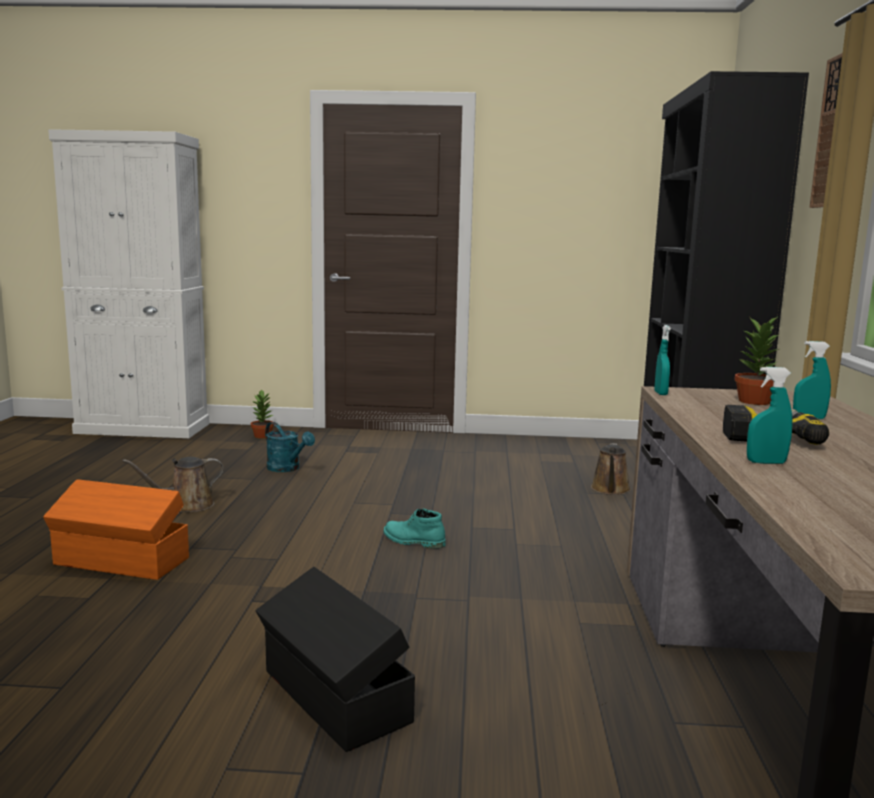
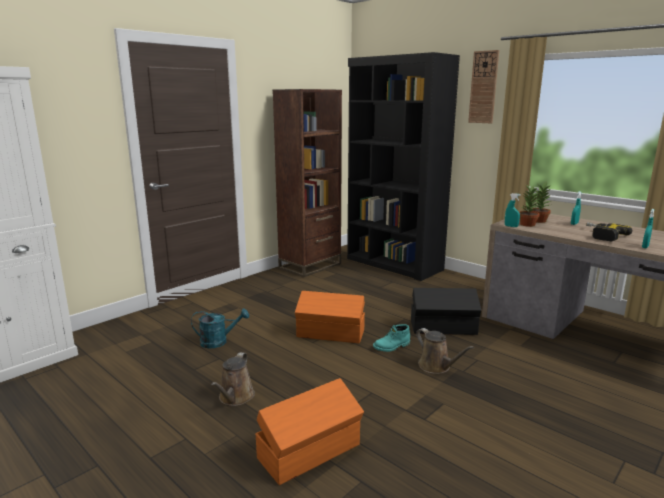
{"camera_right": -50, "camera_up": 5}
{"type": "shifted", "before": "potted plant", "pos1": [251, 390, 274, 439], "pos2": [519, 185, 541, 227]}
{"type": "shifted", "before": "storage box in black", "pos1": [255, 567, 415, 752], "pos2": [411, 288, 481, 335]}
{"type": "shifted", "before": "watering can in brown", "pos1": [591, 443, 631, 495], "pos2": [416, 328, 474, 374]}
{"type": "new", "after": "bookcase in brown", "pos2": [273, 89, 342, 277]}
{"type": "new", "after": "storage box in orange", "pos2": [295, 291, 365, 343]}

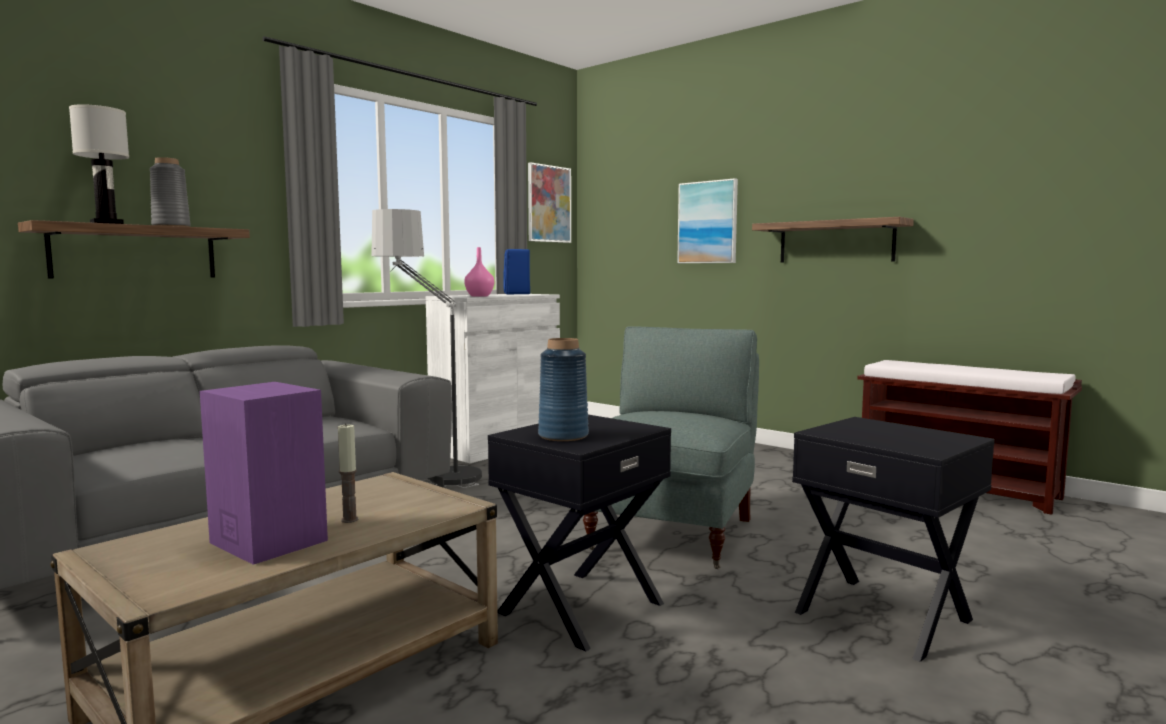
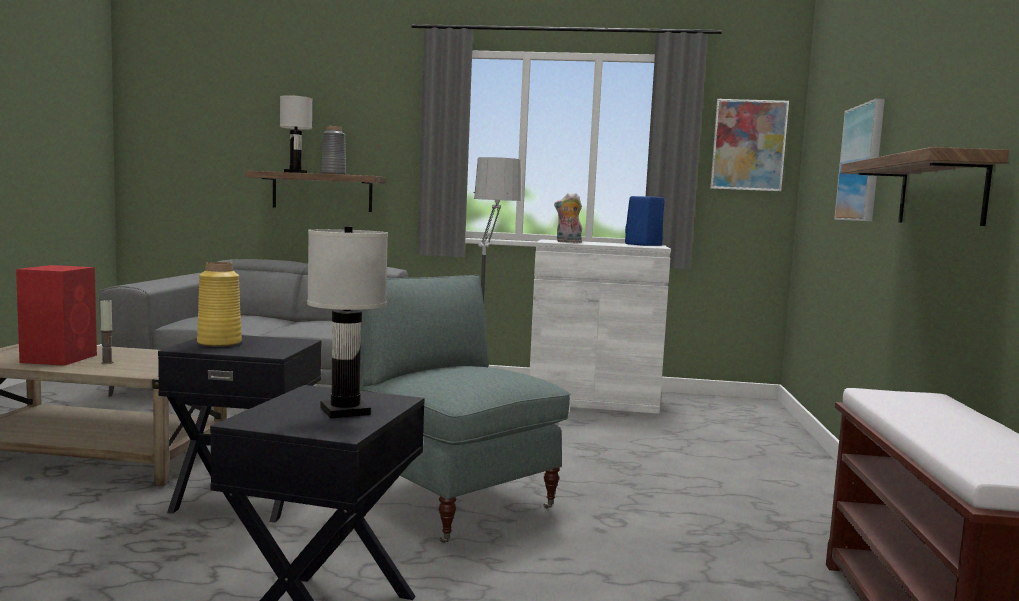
{"camera_right": 55, "camera_up": 0}
{"type": "repainted", "before": "speaker in purple", "after": "speaker in red", "pos1": [200, 382, 328, 565], "pos2": [16, 265, 97, 366]}
{"type": "swapped", "before": "vase in pink", "after": "plush toy", "pos1": [464, 247, 494, 297], "pos2": [554, 193, 582, 243]}
{"type": "repainted", "before": "vase in blue", "after": "vase in yellow", "pos1": [538, 338, 589, 441], "pos2": [197, 262, 242, 347]}
{"type": "rotated", "before": "armchair in grey", "pos1": [583, 327, 759, 569], "pos2": [360, 275, 570, 543], "turn": -120}
{"type": "new", "after": "table lamp in white", "pos2": [307, 226, 388, 418]}

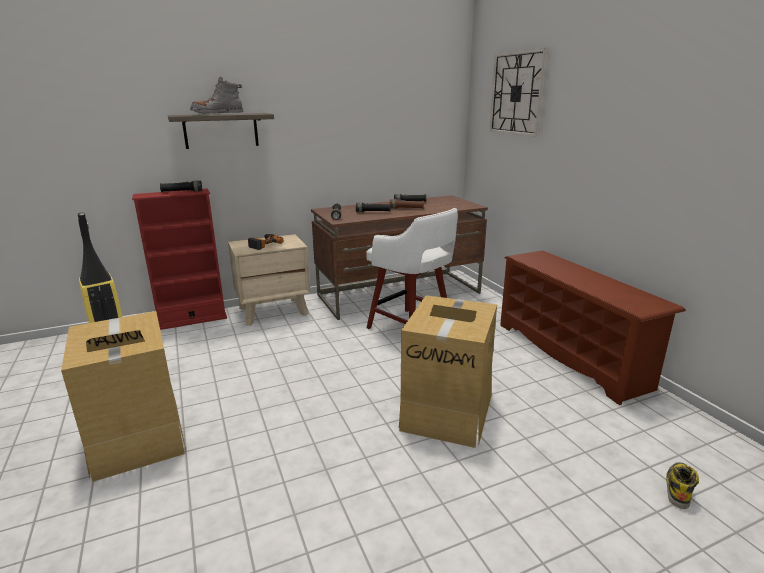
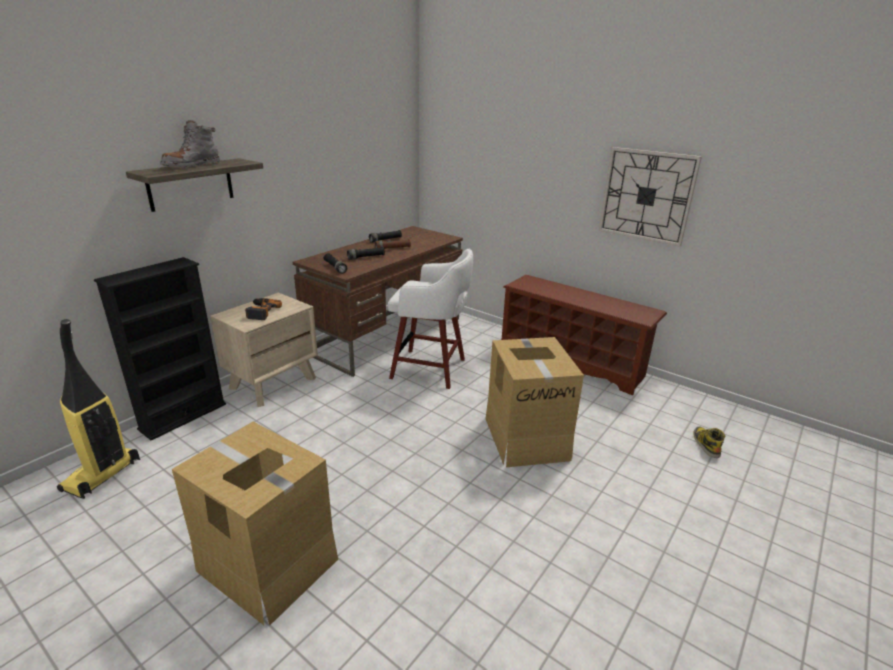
{"camera_right": -30, "camera_up": 5}
{"type": "repainted", "before": "bookcase in red", "after": "bookcase in black", "pos1": [132, 189, 227, 330], "pos2": [94, 257, 226, 440]}
{"type": "gone", "before": "flashlight in black", "pos1": [160, 180, 202, 192]}
{"type": "shifted", "before": "wall clock", "pos1": [489, 48, 548, 137], "pos2": [599, 147, 702, 247]}

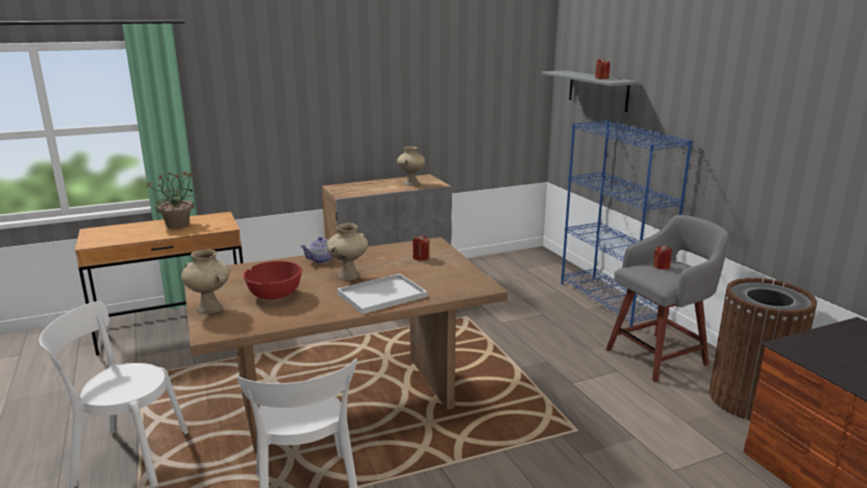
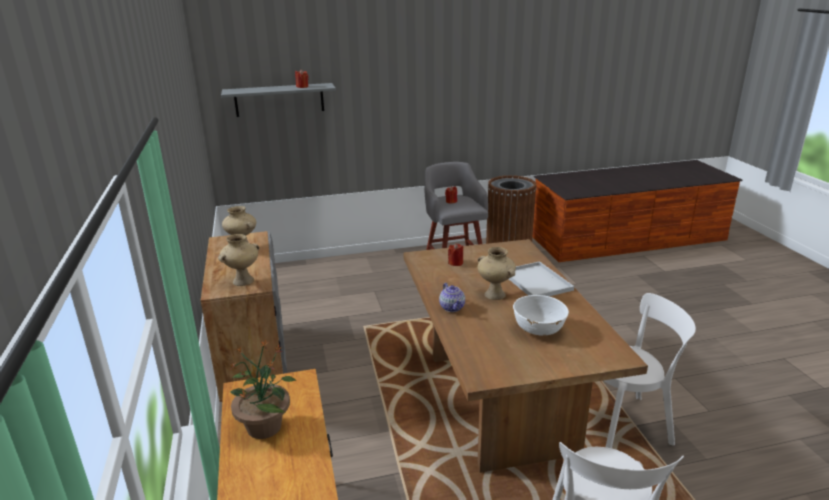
{"camera_right": -80, "camera_up": 5}
{"type": "shifted", "before": "vase in beige", "pos1": [181, 249, 230, 314], "pos2": [218, 234, 259, 286]}
{"type": "repainted", "before": "bowl in red", "after": "bowl in white", "pos1": [243, 261, 302, 299], "pos2": [513, 295, 569, 336]}
{"type": "gone", "before": "bookcase in blue", "pos1": [561, 120, 692, 327]}

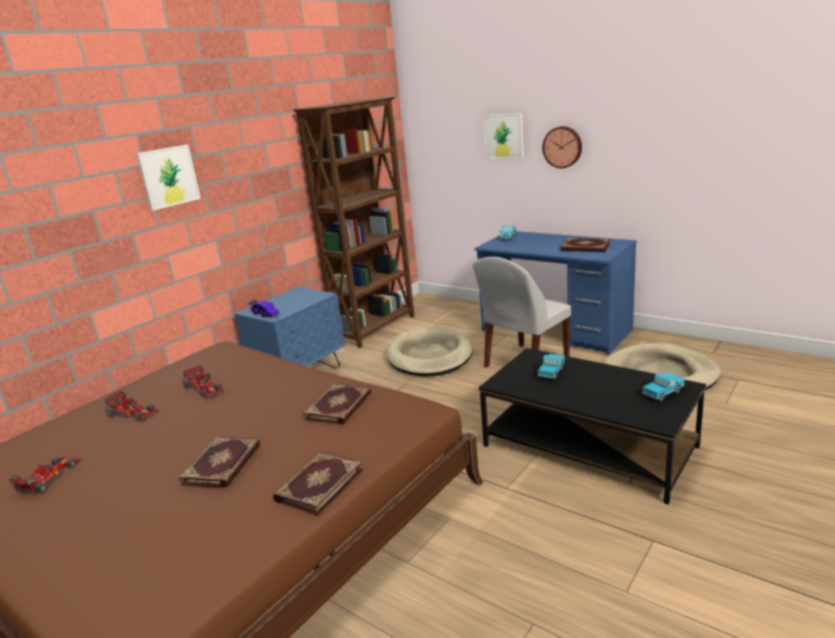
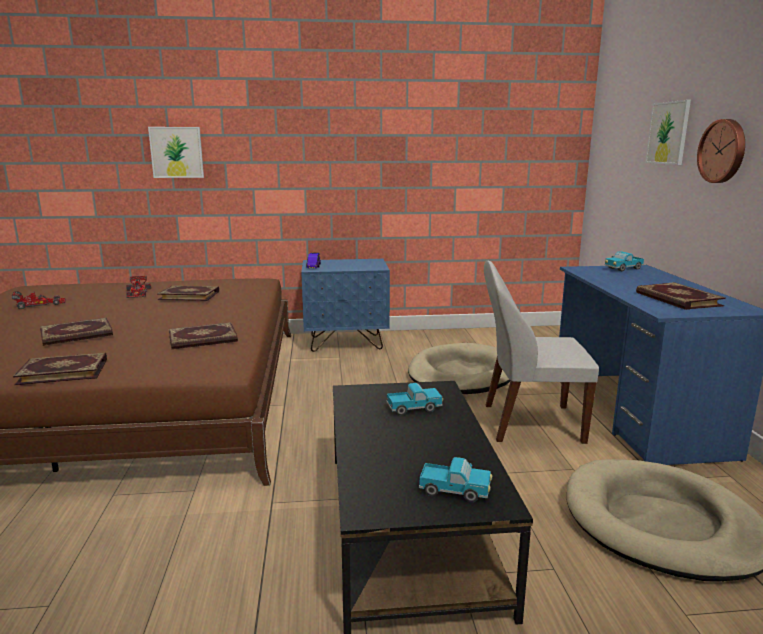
{"camera_right": 45, "camera_up": -5}
{"type": "shifted", "before": "picture", "pos1": [136, 145, 201, 211], "pos2": [148, 127, 204, 178]}
{"type": "swapped", "before": "toy car", "after": "book", "pos1": [183, 365, 225, 398], "pos2": [157, 286, 219, 301]}
{"type": "gone", "before": "bookcase in brown", "pos1": [293, 97, 415, 348]}

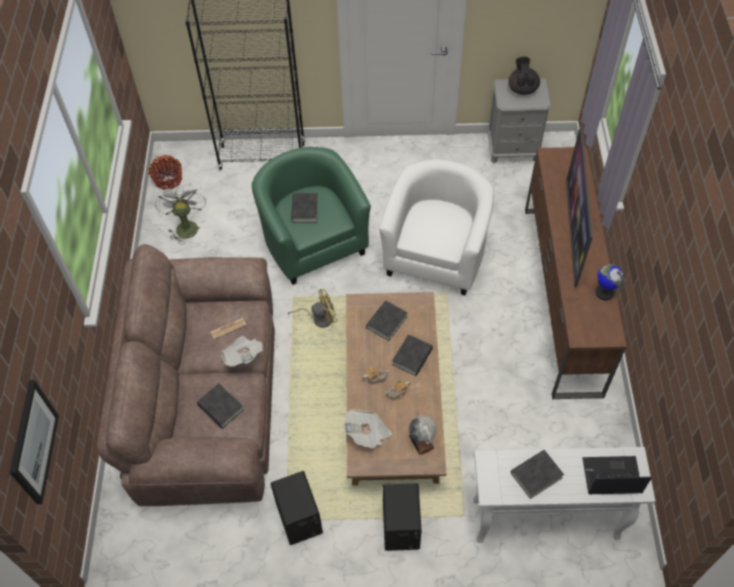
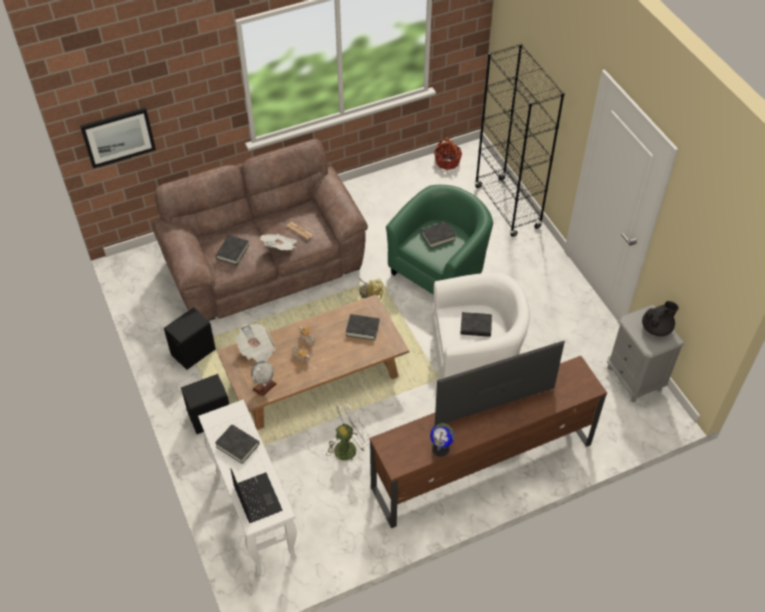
{"camera_right": 65, "camera_up": -5}
{"type": "shifted", "before": "fan in white", "pos1": [155, 183, 206, 243], "pos2": [326, 403, 370, 462]}
{"type": "shifted", "before": "book in black", "pos1": [392, 334, 433, 376], "pos2": [460, 312, 492, 337]}

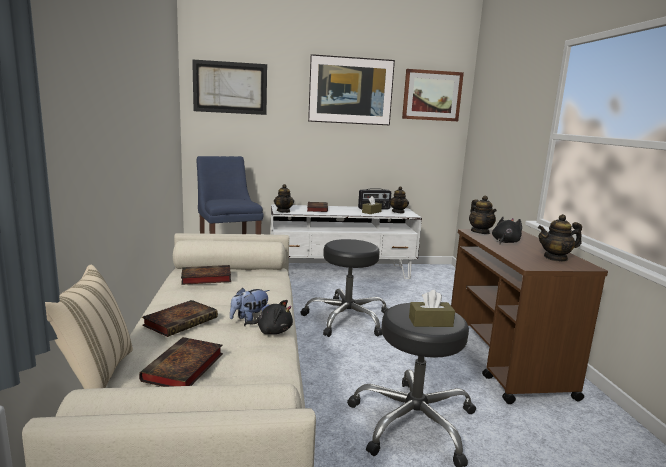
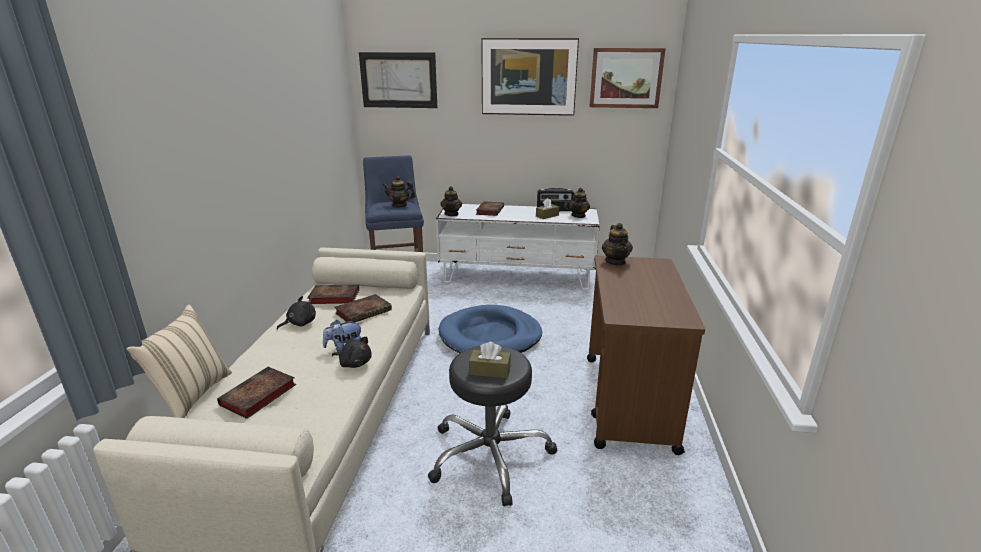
{"camera_right": 15, "camera_up": 10}
{"type": "shifted", "before": "book", "pos1": [142, 300, 218, 337], "pos2": [334, 294, 392, 322]}
{"type": "swapped", "before": "stool in black", "after": "dog bed in blue", "pos1": [300, 239, 388, 337], "pos2": [438, 305, 542, 353]}
{"type": "shifted", "before": "plush toy in black", "pos1": [492, 217, 522, 244], "pos2": [277, 296, 316, 330]}
{"type": "shifted", "before": "teapot", "pos1": [538, 214, 582, 262], "pos2": [383, 176, 416, 208]}

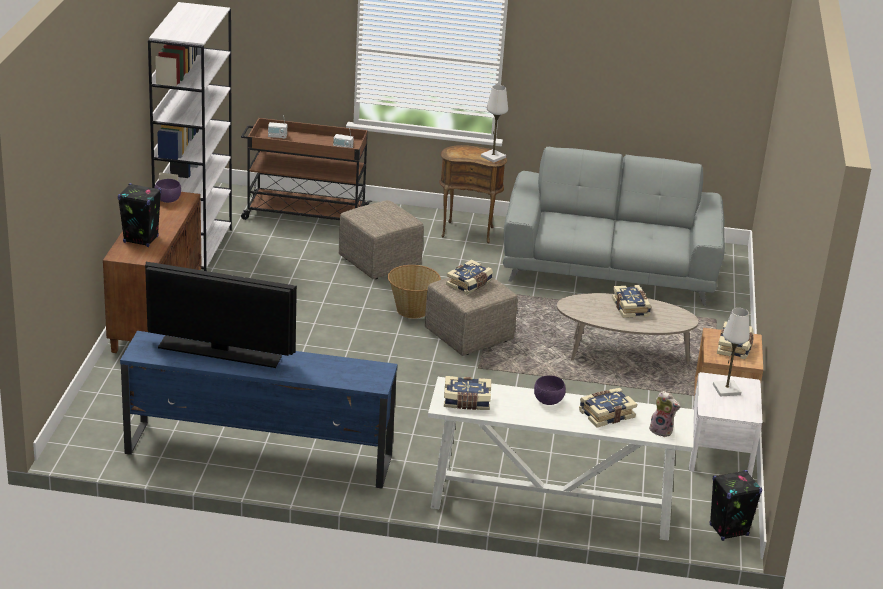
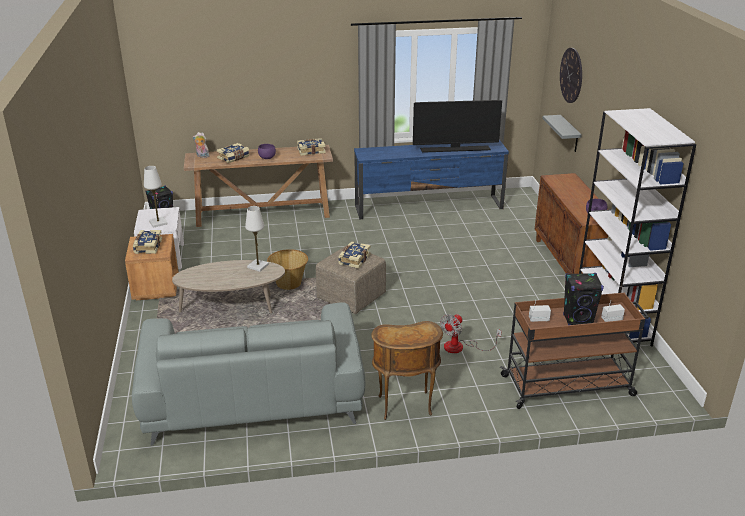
{"camera_right": 165, "camera_up": 0}
{"type": "shifted", "before": "speaker in black", "pos1": [118, 183, 161, 247], "pos2": [563, 273, 604, 325]}
{"type": "swapped", "before": "ottoman in beige", "after": "fan", "pos1": [339, 200, 424, 279], "pos2": [440, 314, 502, 353]}
{"type": "shifted", "before": "basket", "pos1": [388, 265, 441, 318], "pos2": [267, 249, 308, 290]}
{"type": "repainted", "before": "console table in white", "after": "console table in brown", "pos1": [428, 377, 694, 541], "pos2": [184, 145, 333, 227]}
{"type": "shifted", "before": "table lamp in white", "pos1": [481, 85, 508, 163], "pos2": [245, 206, 269, 272]}
{"type": "gone", "before": "book", "pos1": [612, 285, 652, 318]}
{"type": "new", "after": "shelf in grey", "pos2": [542, 115, 582, 152]}
{"type": "new", "after": "wall clock", "pos2": [560, 48, 582, 103]}

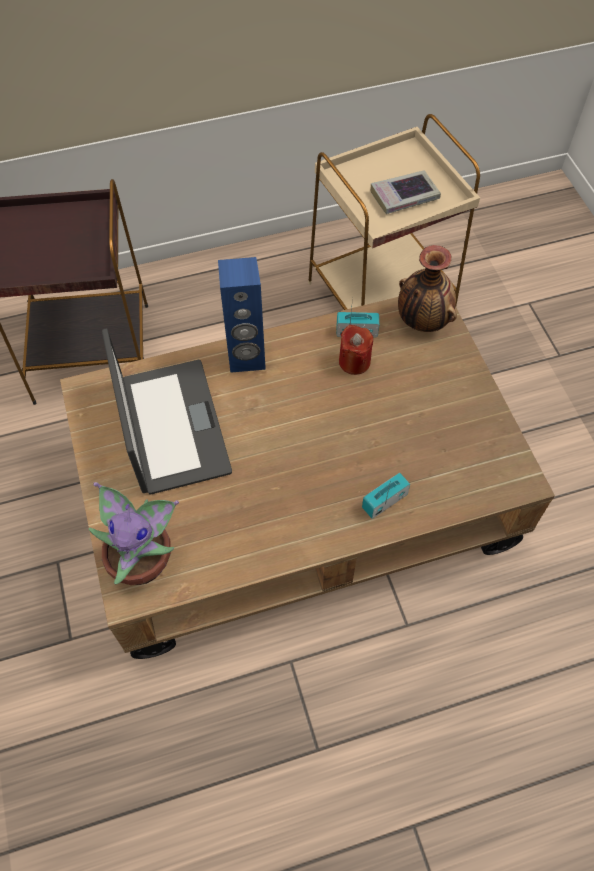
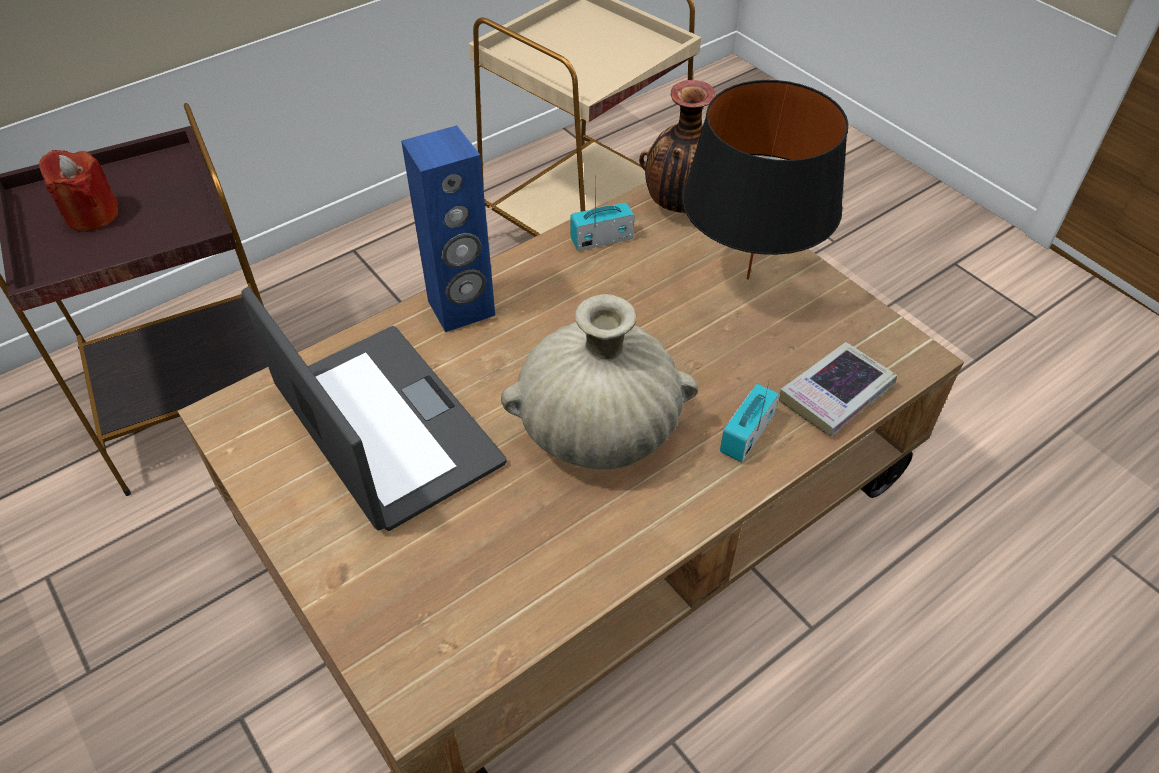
{"camera_right": -20, "camera_up": -10}
{"type": "gone", "before": "potted plant", "pos1": [89, 482, 179, 585]}
{"type": "shifted", "before": "candle in red", "pos1": [339, 325, 373, 375], "pos2": [39, 150, 118, 232]}
{"type": "shifted", "before": "book", "pos1": [370, 170, 441, 214], "pos2": [779, 342, 897, 436]}
{"type": "new", "after": "vase in beige", "pos2": [501, 294, 698, 469]}
{"type": "new", "after": "table lamp in black", "pos2": [682, 80, 848, 280]}

